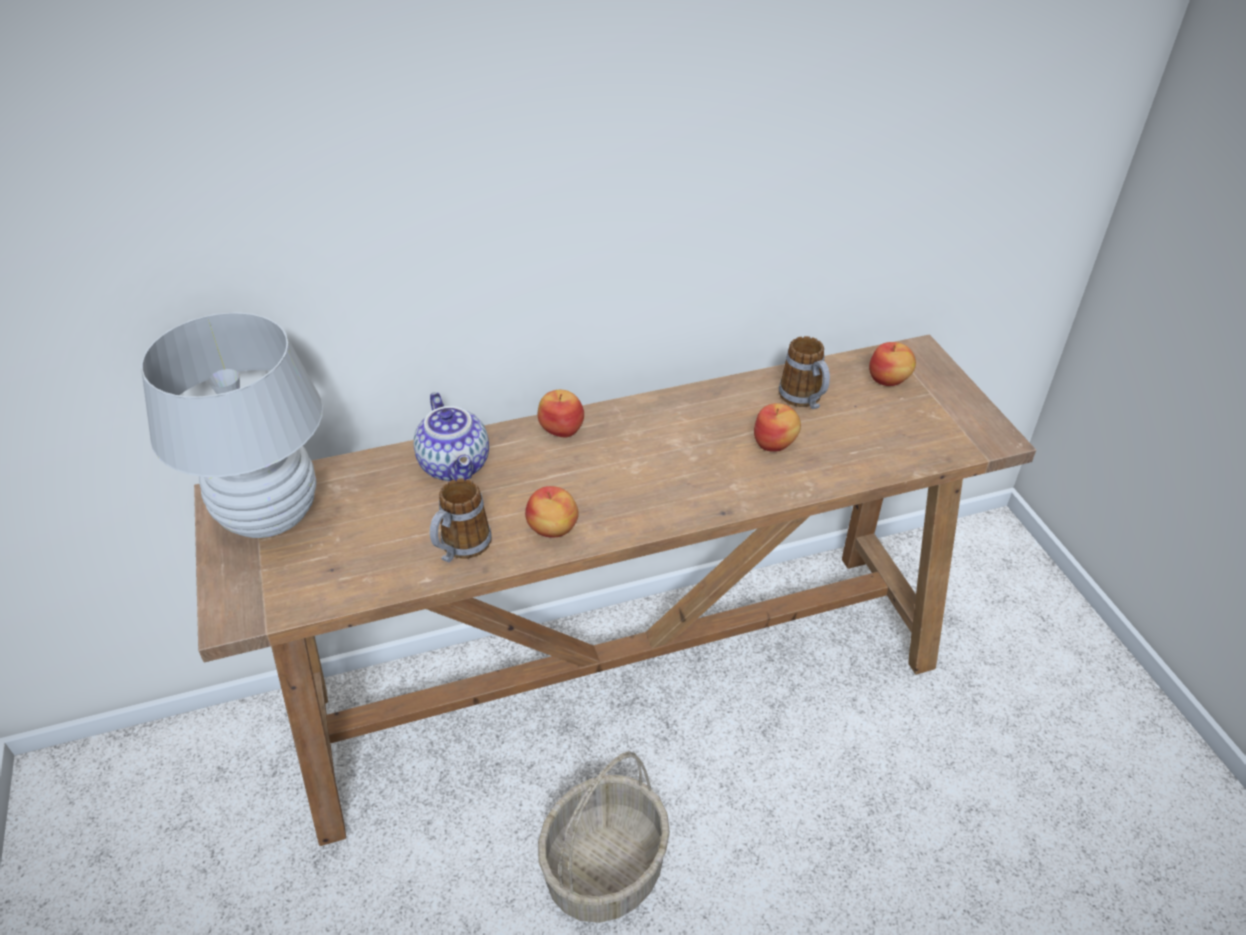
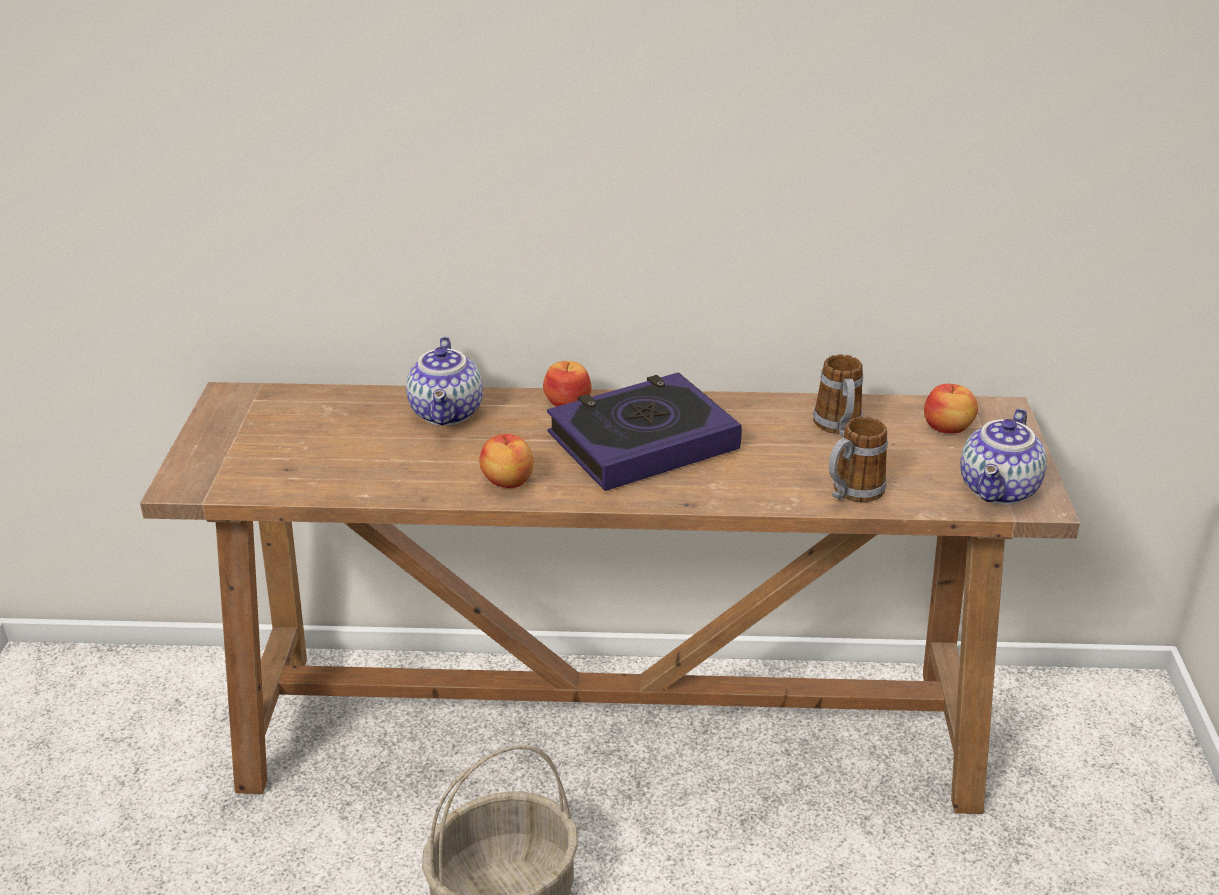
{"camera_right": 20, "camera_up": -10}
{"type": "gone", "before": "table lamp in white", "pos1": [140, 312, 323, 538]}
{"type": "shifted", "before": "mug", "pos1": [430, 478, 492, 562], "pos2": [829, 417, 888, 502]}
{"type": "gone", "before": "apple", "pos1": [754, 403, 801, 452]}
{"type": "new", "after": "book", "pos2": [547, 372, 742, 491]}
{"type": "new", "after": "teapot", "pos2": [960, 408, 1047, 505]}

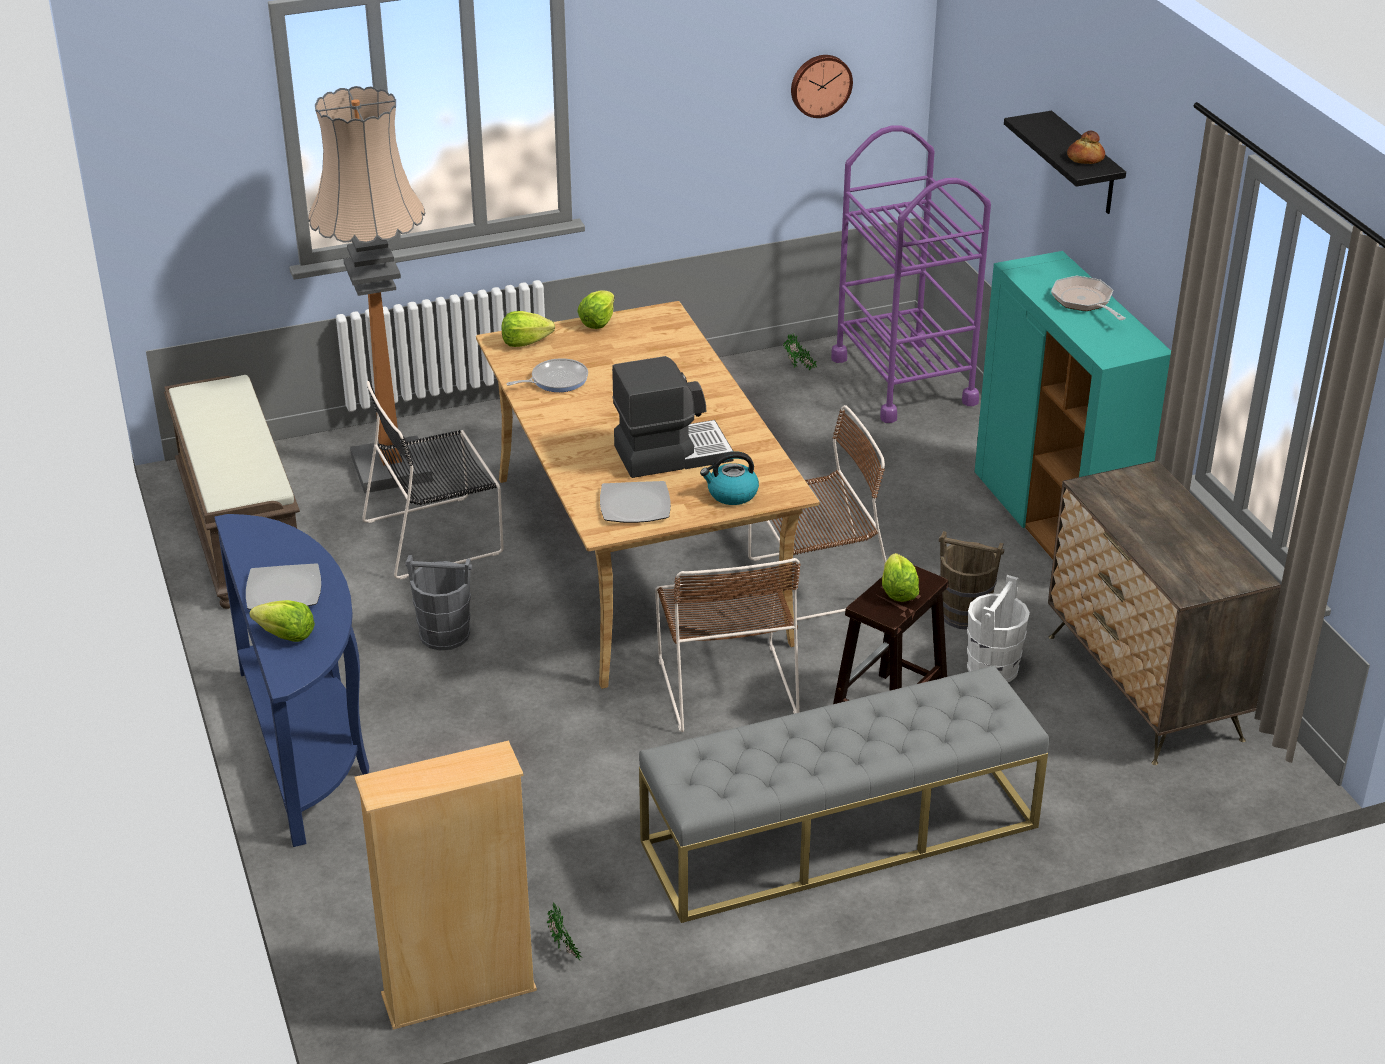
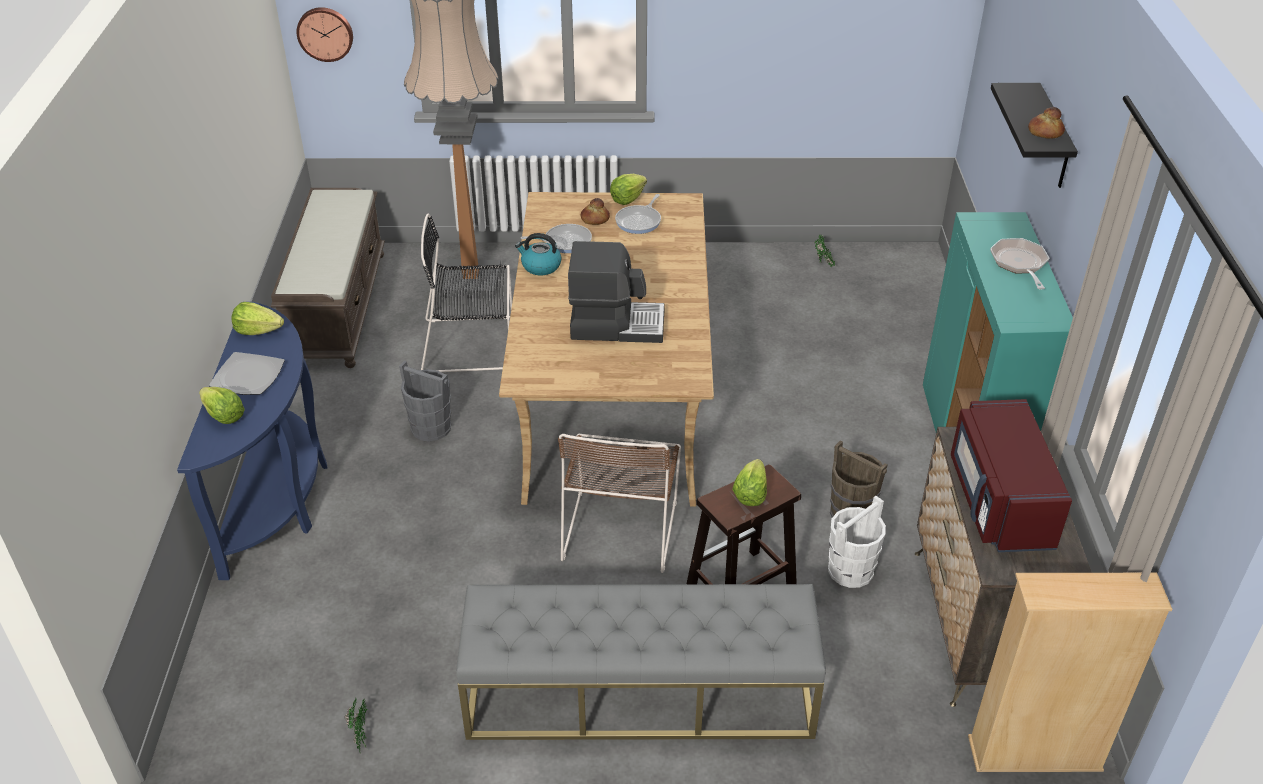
{"camera_right": 20, "camera_up": 5}
{"type": "shifted", "before": "bookcase in beige", "pos1": [355, 741, 537, 1030], "pos2": [968, 573, 1172, 772]}
{"type": "shifted", "before": "lettuce", "pos1": [502, 311, 555, 347], "pos2": [232, 302, 284, 335]}
{"type": "gone", "before": "plate", "pos1": [600, 481, 671, 523]}
{"type": "shifted", "before": "kettle", "pos1": [700, 451, 759, 505], "pos2": [515, 233, 561, 275]}
{"type": "gone", "before": "chair in brown", "pos1": [748, 405, 887, 621]}
{"type": "shifted", "before": "wall clock", "pos1": [791, 55, 853, 118], "pos2": [297, 7, 353, 62]}
{"type": "gone", "before": "cart in purple", "pos1": [831, 125, 991, 423]}
{"type": "new", "after": "bread", "pos2": [581, 198, 610, 225]}
{"type": "new", "after": "frying pan", "pos2": [615, 194, 661, 234]}
{"type": "new", "after": "microwave in red", "pos2": [951, 399, 1072, 552]}

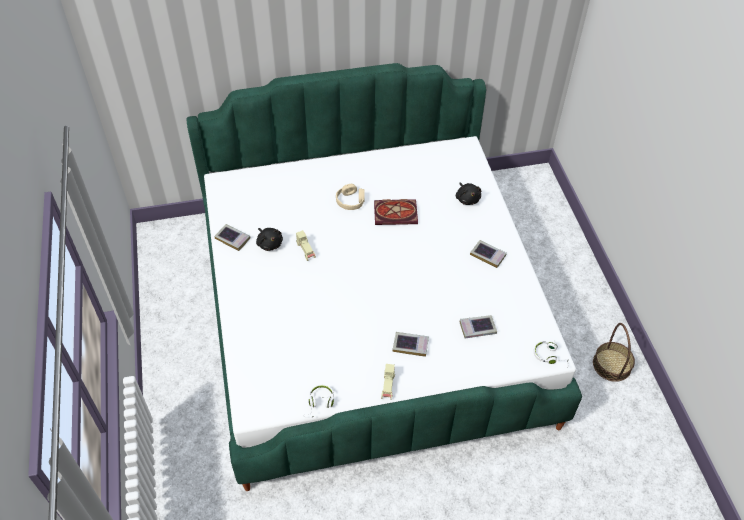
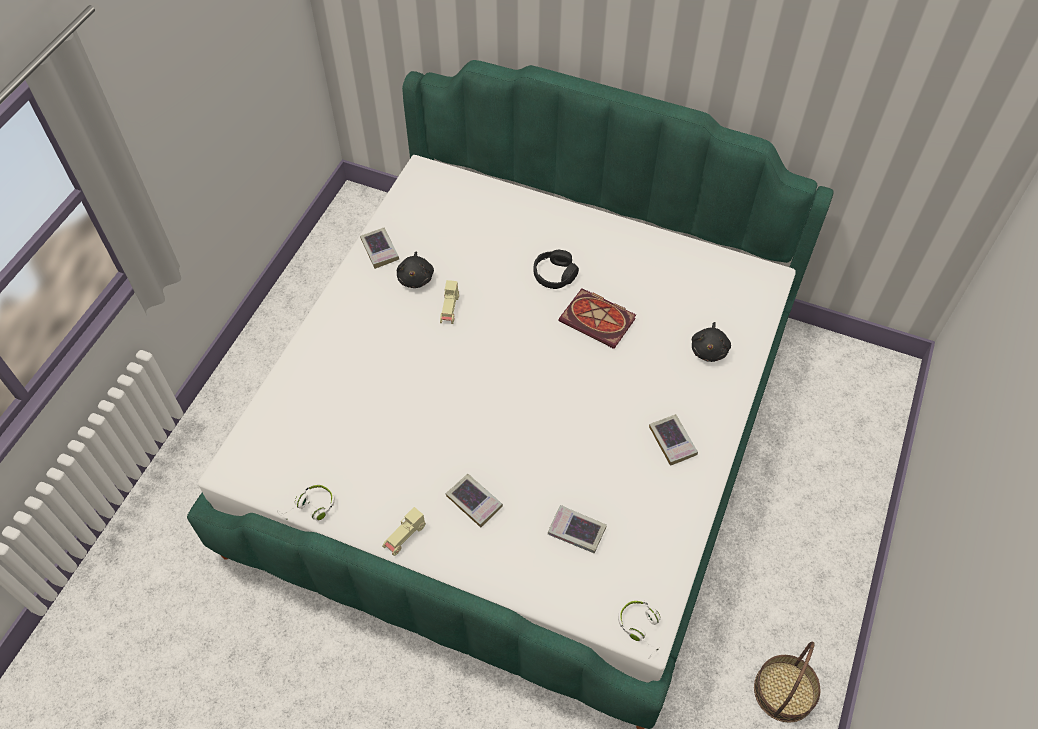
{"camera_right": 35, "camera_up": 5}
{"type": "repainted", "before": "headphones in beige", "after": "headphones in black", "pos1": [336, 184, 365, 210], "pos2": [533, 250, 579, 289]}

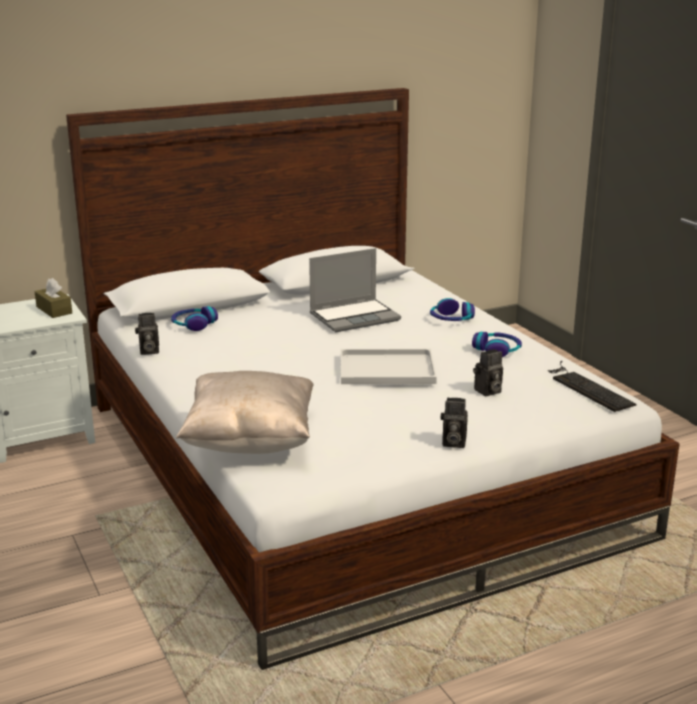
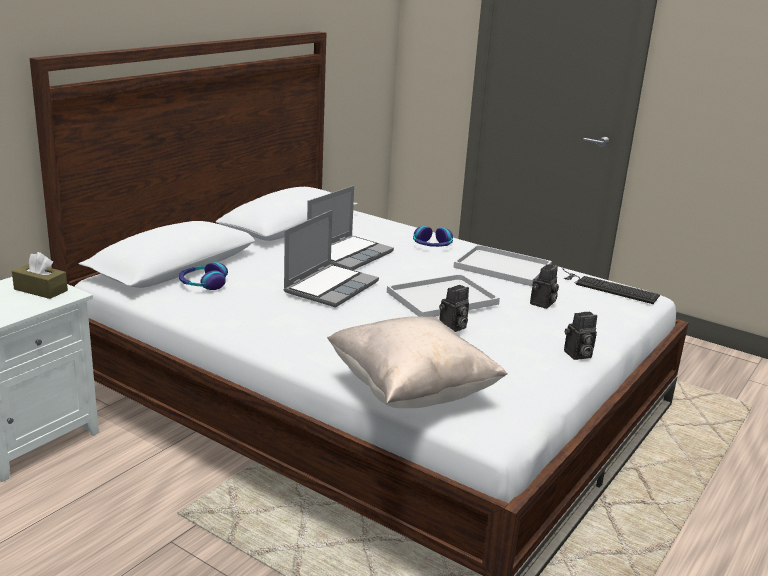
{"camera_right": -30, "camera_up": 0}
{"type": "shifted", "before": "photo camera", "pos1": [135, 313, 159, 355], "pos2": [439, 285, 469, 332]}
{"type": "swapped", "before": "headphones", "after": "tray in white", "pos1": [472, 332, 522, 357], "pos2": [453, 244, 552, 286]}
{"type": "new", "after": "laptop", "pos2": [283, 210, 379, 307]}

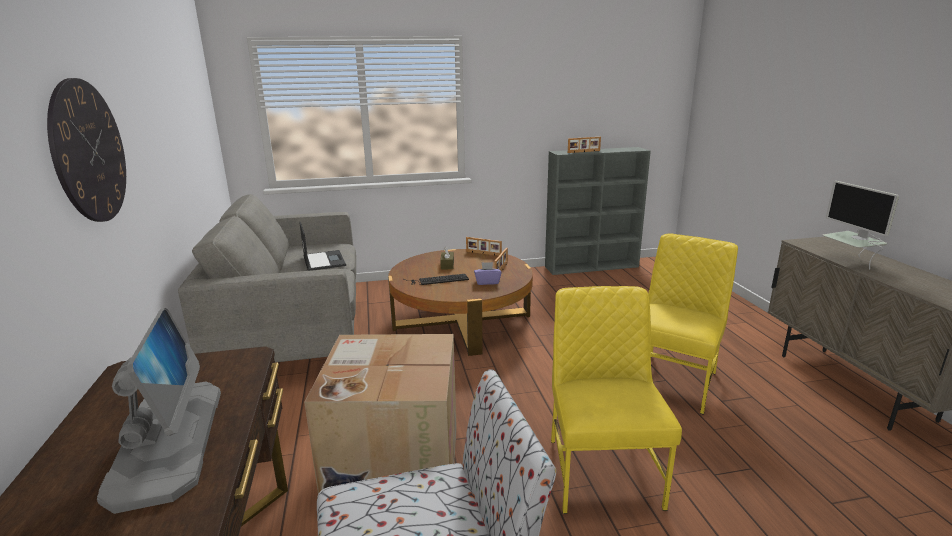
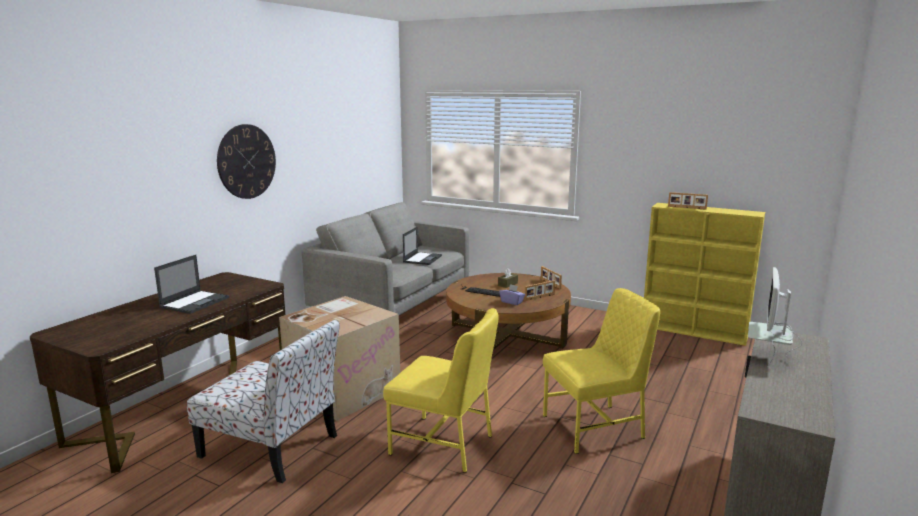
{"camera_right": 40, "camera_up": -5}
{"type": "swapped", "before": "monitor", "after": "laptop", "pos1": [97, 308, 221, 514], "pos2": [154, 255, 229, 314]}
{"type": "repainted", "before": "bookcase in grey", "after": "bookcase in yellow", "pos1": [545, 147, 651, 275], "pos2": [644, 203, 765, 346]}
{"type": "rotated", "before": "chair in yellow", "pos1": [551, 286, 682, 514], "pos2": [383, 308, 499, 473], "turn": 75}

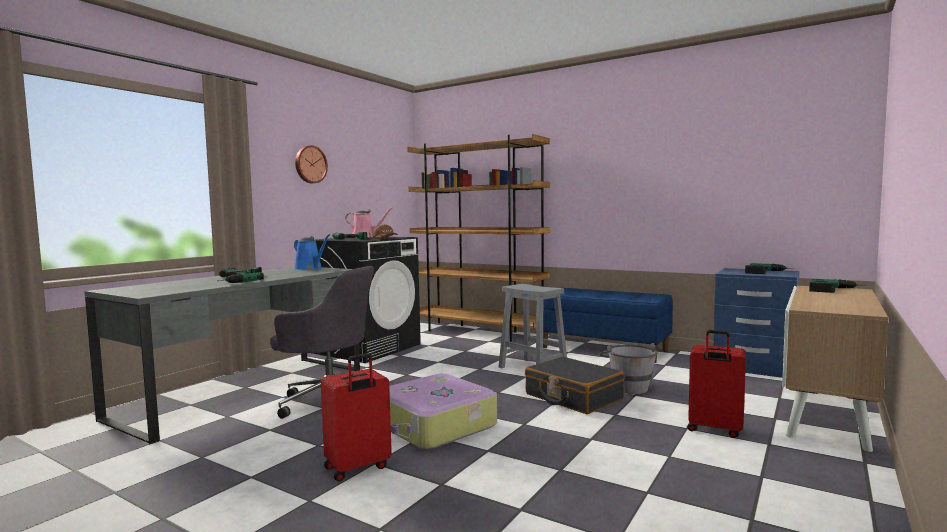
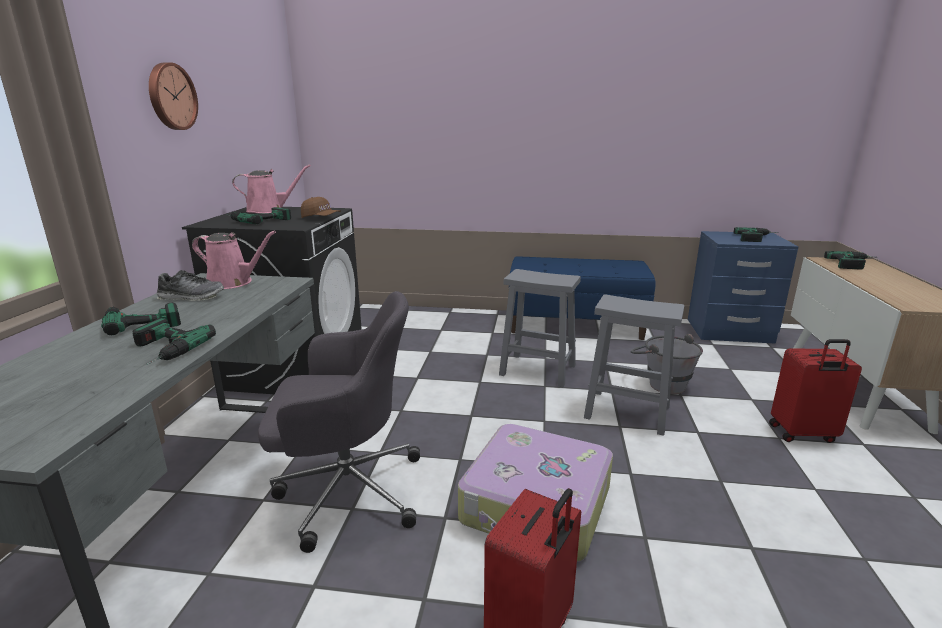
{"camera_right": -25, "camera_up": 15}
{"type": "repainted", "before": "watering can in blue", "after": "watering can in pink", "pos1": [294, 234, 330, 270], "pos2": [192, 231, 276, 289]}
{"type": "gone", "before": "bookcase in brown", "pos1": [407, 134, 550, 342]}
{"type": "swapped", "before": "suitcase in black", "after": "stool in grey", "pos1": [525, 356, 625, 414], "pos2": [584, 294, 684, 436]}
{"type": "new", "after": "shoe", "pos2": [157, 270, 224, 301]}

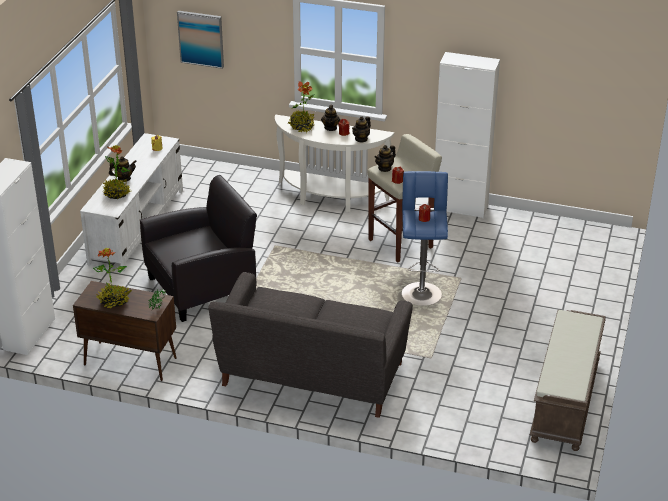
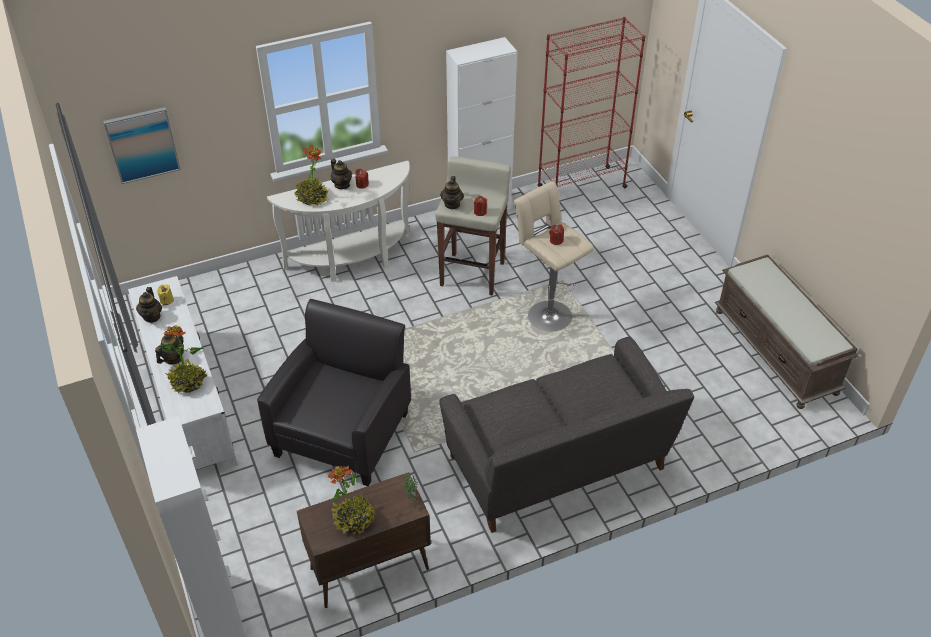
{"camera_right": -40, "camera_up": 10}
{"type": "shifted", "before": "teapot", "pos1": [352, 116, 371, 143], "pos2": [136, 287, 162, 323]}
{"type": "repainted", "before": "stool in blue", "after": "stool in beige", "pos1": [402, 171, 448, 306], "pos2": [514, 181, 594, 332]}
{"type": "new", "after": "bookcase in red", "pos2": [538, 17, 646, 189]}

